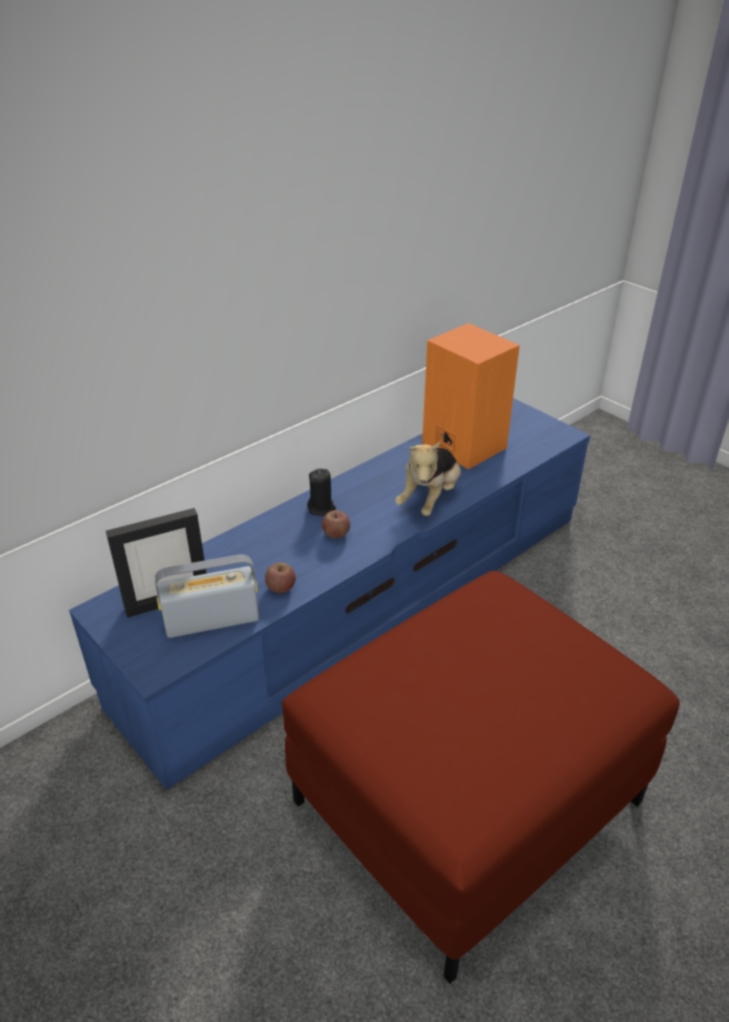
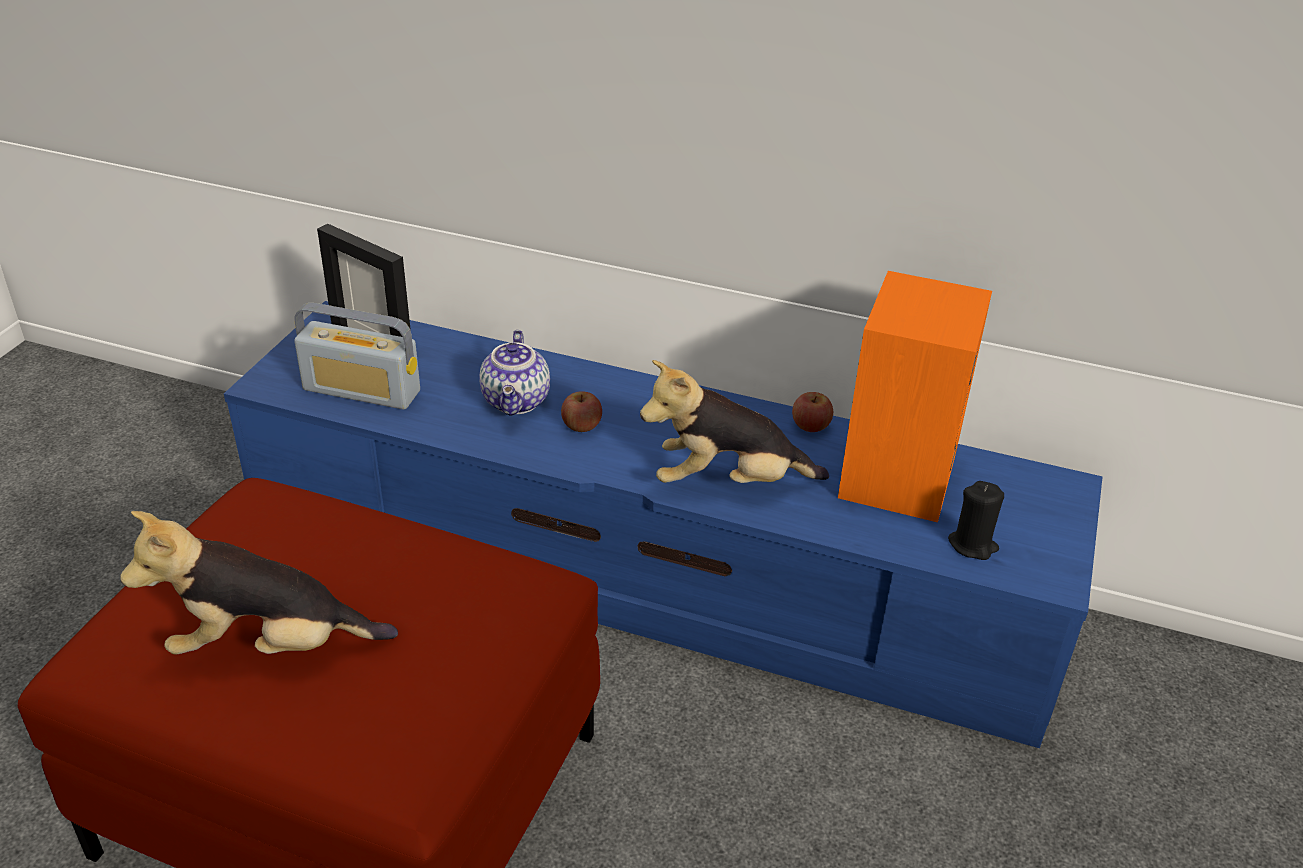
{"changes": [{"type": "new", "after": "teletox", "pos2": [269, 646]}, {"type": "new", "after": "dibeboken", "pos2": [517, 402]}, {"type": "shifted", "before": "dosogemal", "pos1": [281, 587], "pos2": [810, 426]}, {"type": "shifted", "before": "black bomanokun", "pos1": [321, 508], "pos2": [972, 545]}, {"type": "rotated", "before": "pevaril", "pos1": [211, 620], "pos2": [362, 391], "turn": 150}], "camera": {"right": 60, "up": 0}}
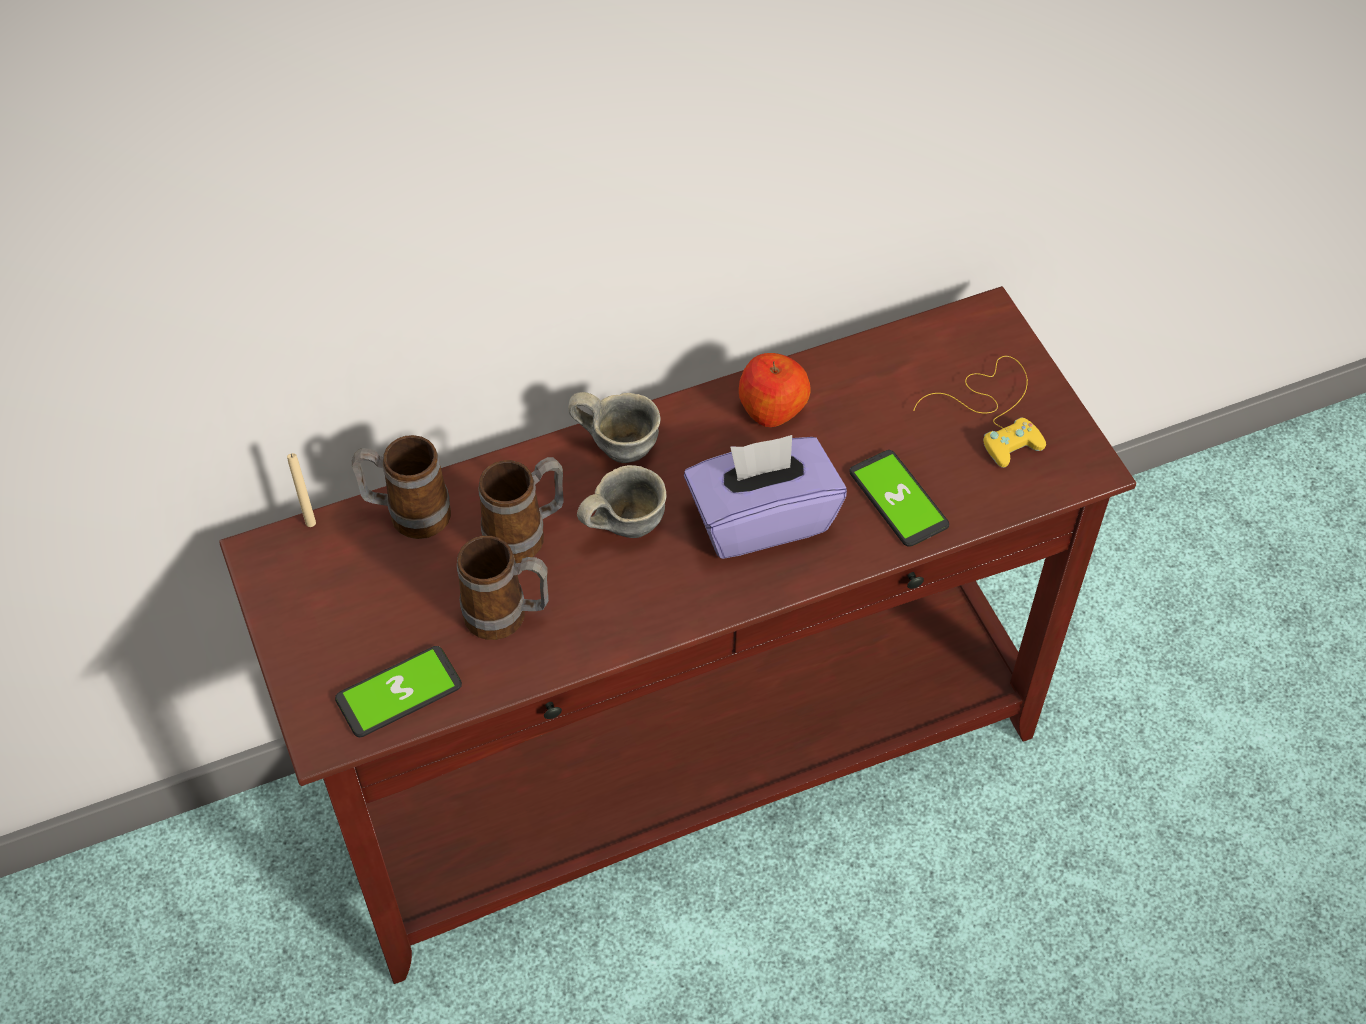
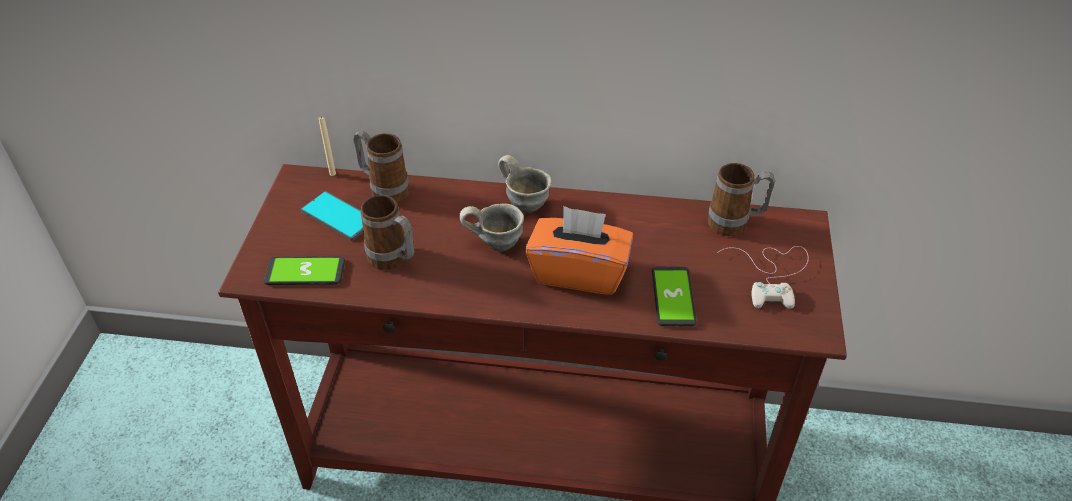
{"changes": [{"type": "gone", "before": "dosogemal", "pos1": [772, 407]}, {"type": "new", "after": "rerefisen", "pos2": [338, 216]}, {"type": "shifted", "before": "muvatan", "pos1": [526, 535], "pos2": [735, 224]}, {"type": "repainted", "before": "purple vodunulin", "after": "orange vodunulin", "pos1": [761, 518], "pos2": [579, 272]}, {"type": "repainted", "before": "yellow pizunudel", "after": "white pizunudel", "pos1": [993, 410], "pos2": [772, 274]}], "camera": {"right": 30, "up": -10}}
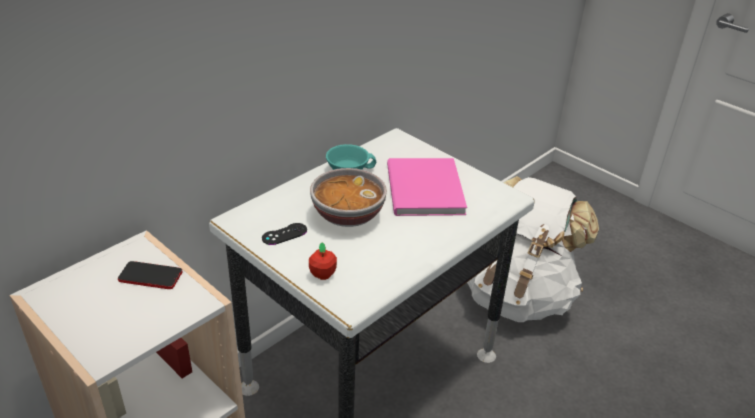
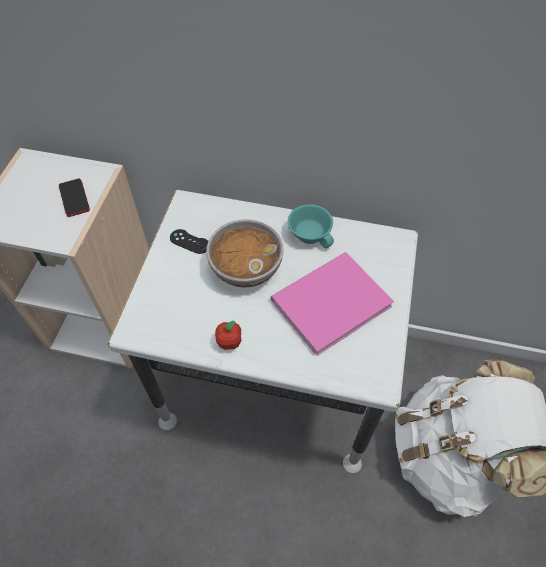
{"changes": [{"type": "shifted", "before": "dosogemal", "pos1": [322, 274], "pos2": [229, 342]}], "camera": {"right": 60, "up": 20}}
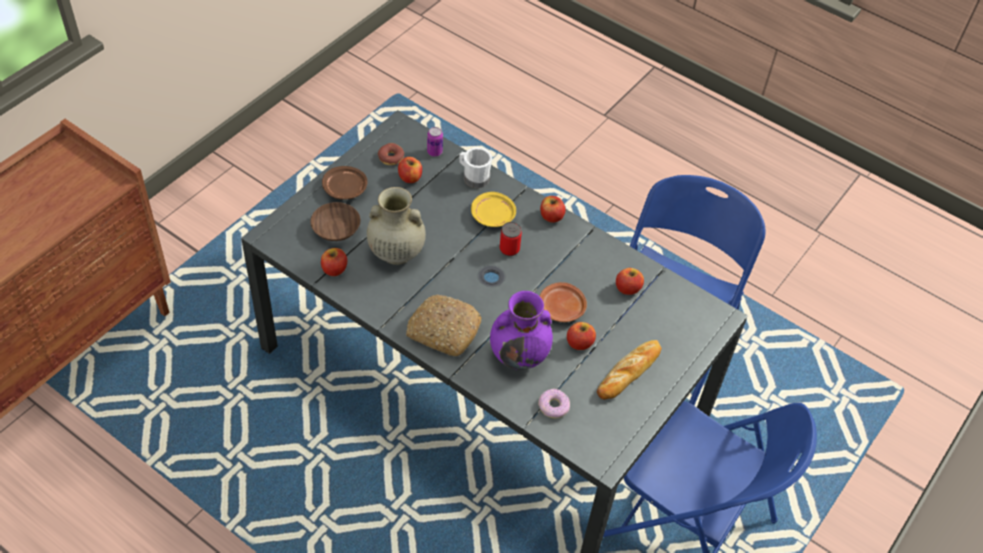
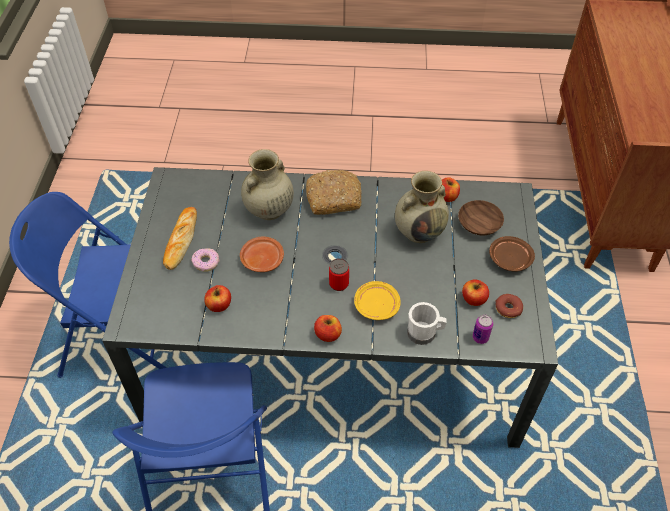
{"changes": [{"type": "gone", "before": "dosogemal", "pos1": [579, 343]}, {"type": "shifted", "before": "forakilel", "pos1": [553, 406], "pos2": [206, 262]}, {"type": "repainted", "before": "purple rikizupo", "after": "beige rikizupo", "pos1": [519, 355], "pos2": [268, 210]}], "camera": {"right": 150, "up": 0}}
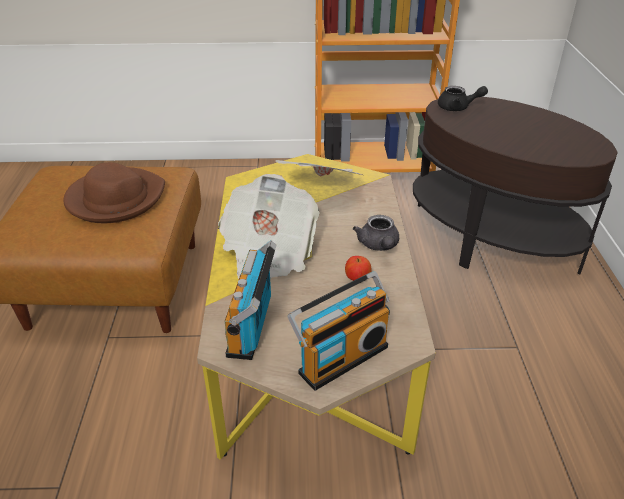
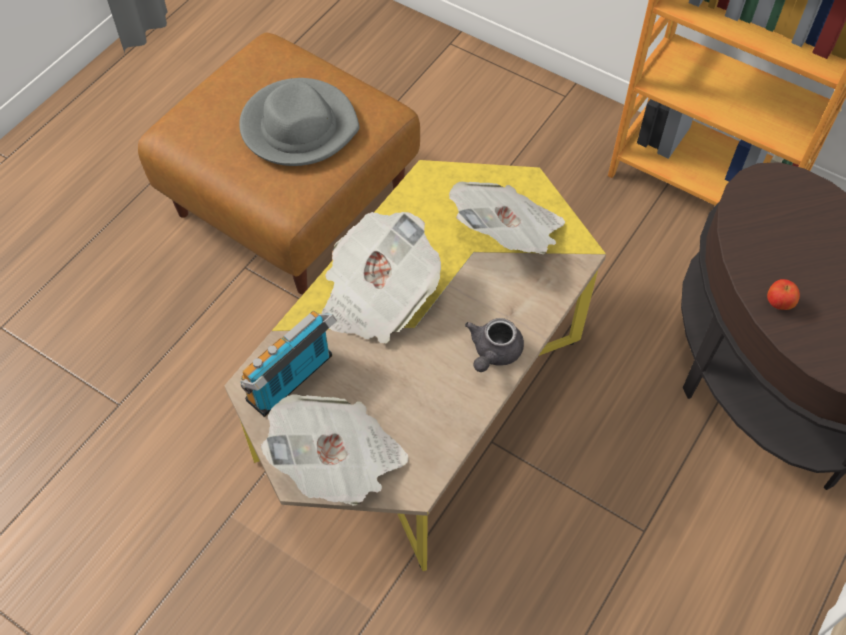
{"changes": [{"type": "gone", "before": "black dibeboken", "pos1": [457, 108]}, {"type": "shifted", "before": "dosogemal", "pos1": [357, 279], "pos2": [779, 303]}, {"type": "swapped", "before": "pevaril", "after": "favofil", "pos1": [341, 357], "pos2": [339, 462]}, {"type": "repainted", "before": "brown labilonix", "after": "grey labilonix", "pos1": [115, 199], "pos2": [299, 126]}], "camera": {"right": 35, "up": 20}}
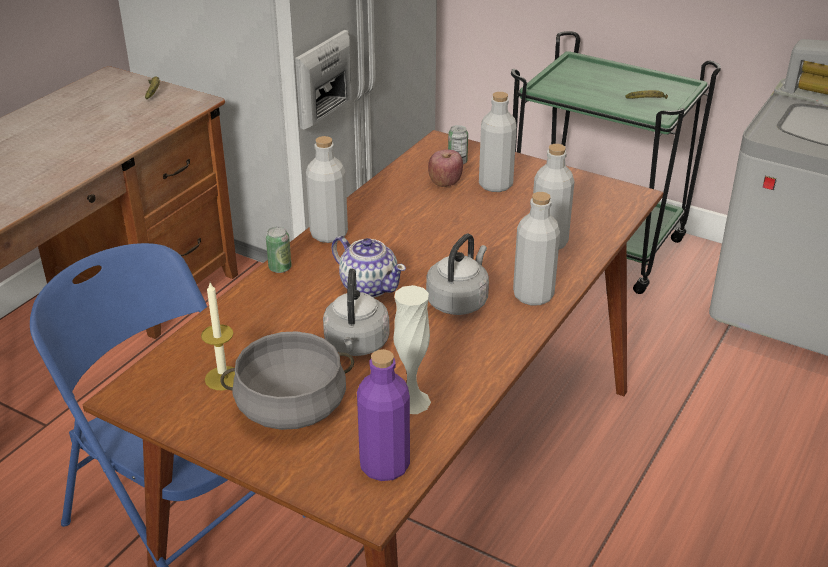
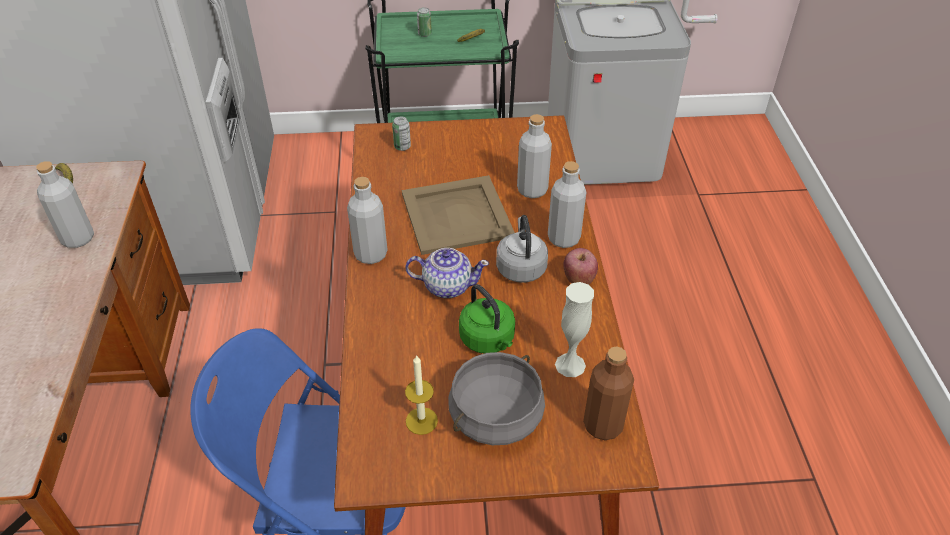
{"changes": [{"type": "new", "after": "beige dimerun", "pos2": [455, 214]}, {"type": "shifted", "before": "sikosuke", "pos1": [280, 268], "pos2": [424, 34]}, {"type": "shifted", "before": "dosogemal", "pos1": [445, 182], "pos2": [579, 279]}, {"type": "shifted", "before": "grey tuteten", "pos1": [495, 185], "pos2": [78, 238]}, {"type": "repainted", "before": "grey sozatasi", "after": "green sozatasi", "pos1": [356, 345], "pos2": [488, 340]}, {"type": "repainted", "before": "purple tuteten", "after": "brown tuteten", "pos1": [384, 466], "pos2": [603, 425]}], "camera": {"right": -35, "up": 10}}
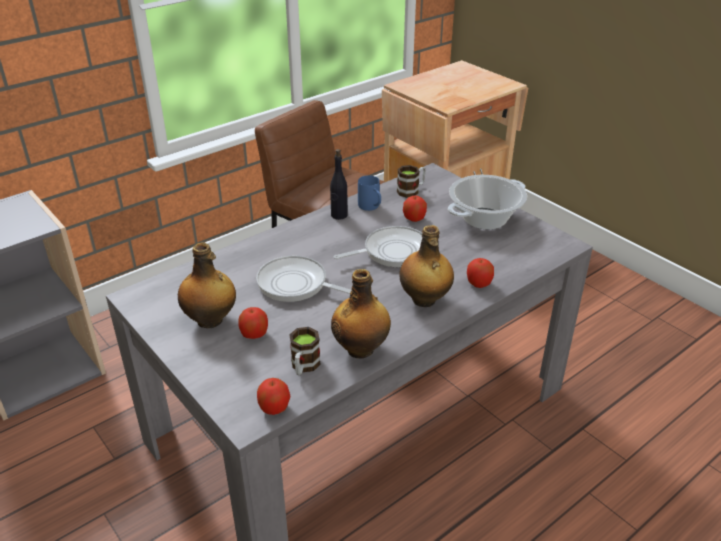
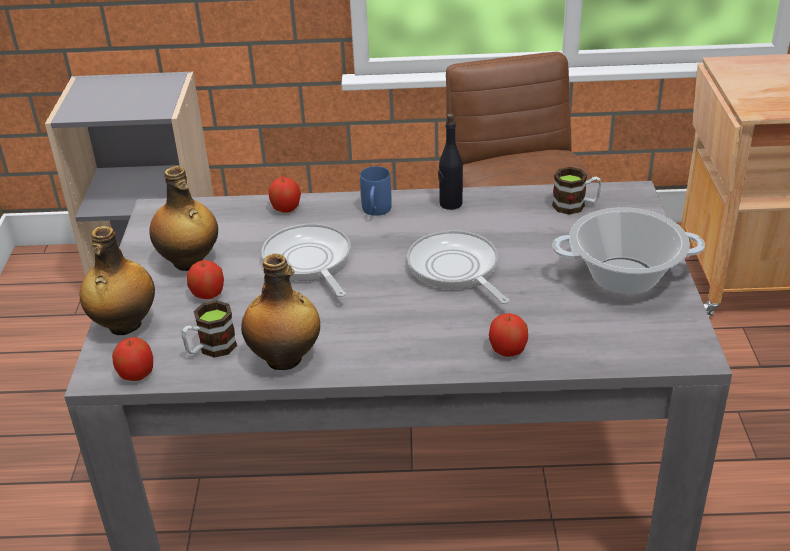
{"changes": [{"type": "shifted", "before": "blue muvatan", "pos1": [371, 207], "pos2": [375, 212]}, {"type": "shifted", "before": "tuteten", "pos1": [424, 300], "pos2": [124, 325]}, {"type": "shifted", "before": "dosogemal", "pos1": [414, 219], "pos2": [286, 209]}, {"type": "rotated", "before": "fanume", "pos1": [392, 252], "pos2": [455, 269], "turn": -135}], "camera": {"right": 40, "up": 0}}
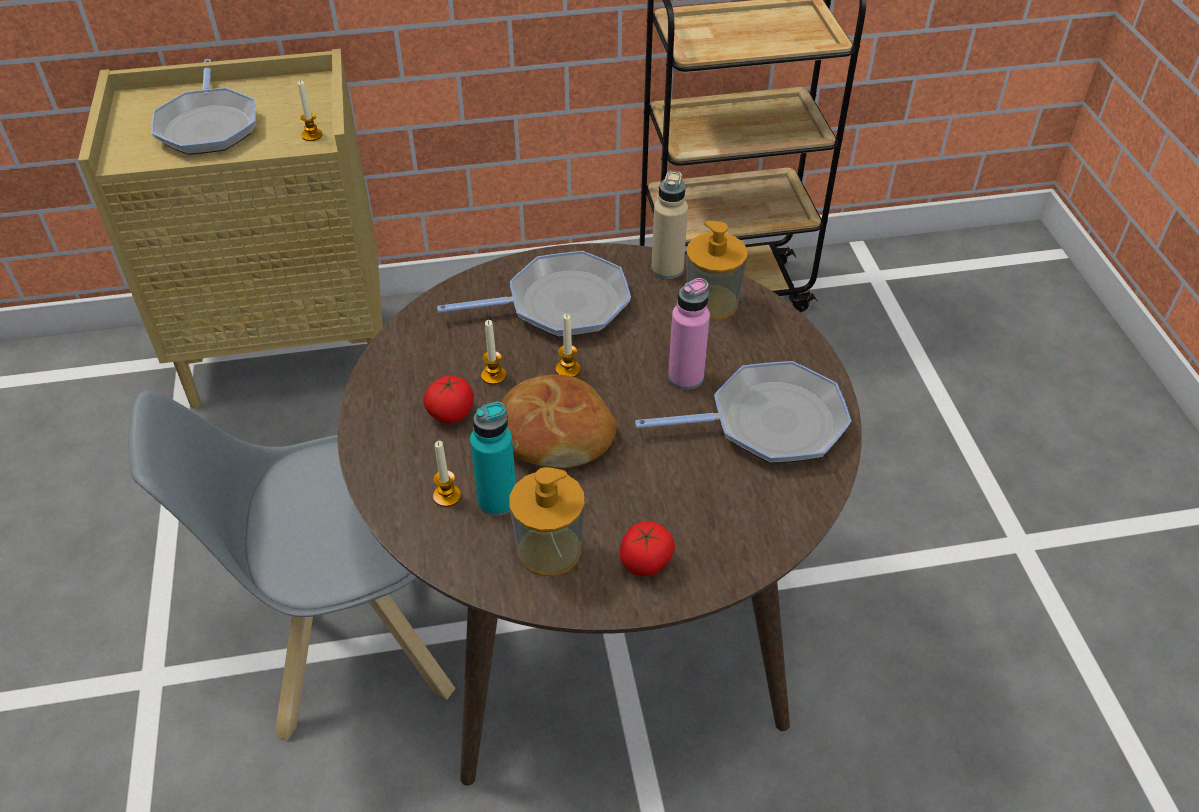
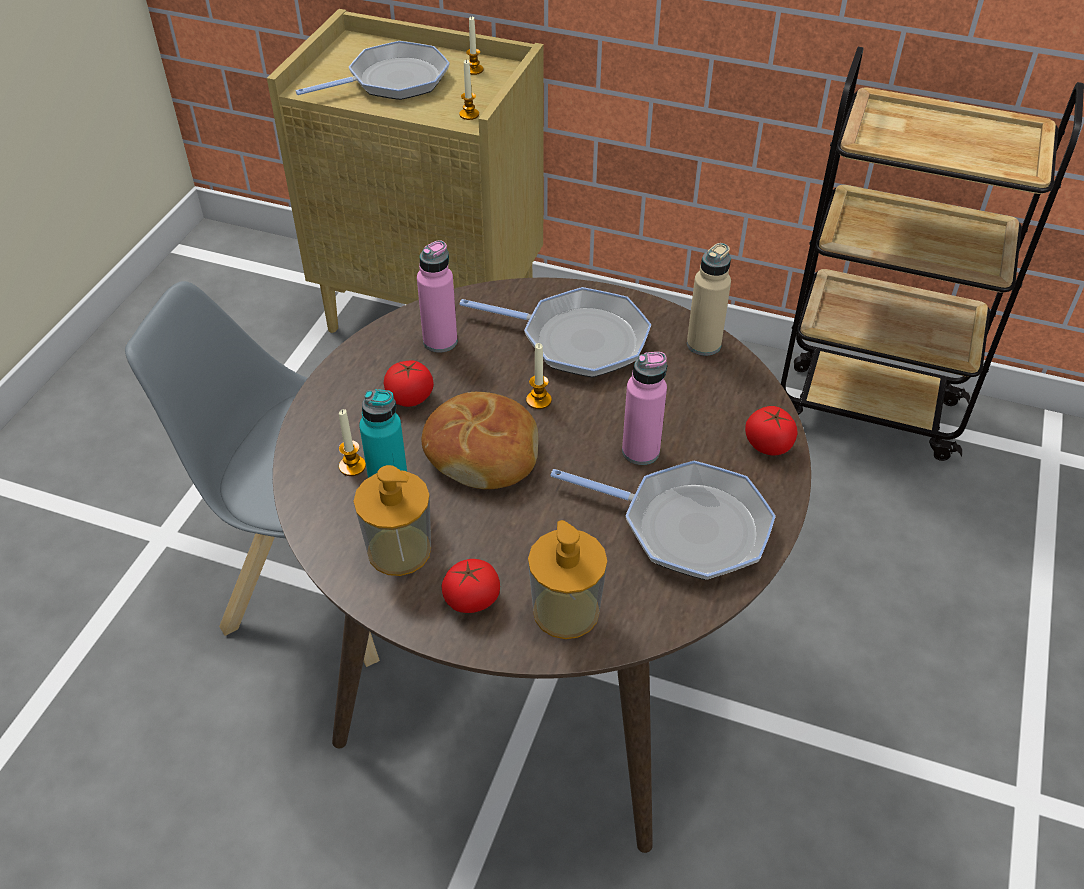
{"changes": [{"type": "new", "after": "pink tuteten", "pos2": [440, 341]}, {"type": "new", "after": "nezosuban", "pos2": [768, 445]}, {"type": "shifted", "before": "bomanokun", "pos1": [493, 375], "pos2": [474, 70]}, {"type": "shifted", "before": "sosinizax", "pos1": [711, 302], "pos2": [566, 611]}, {"type": "rotated", "before": "fanume", "pos1": [208, 125], "pos2": [393, 81], "turn": -135}], "camera": {"right": 30, "up": 0}}
